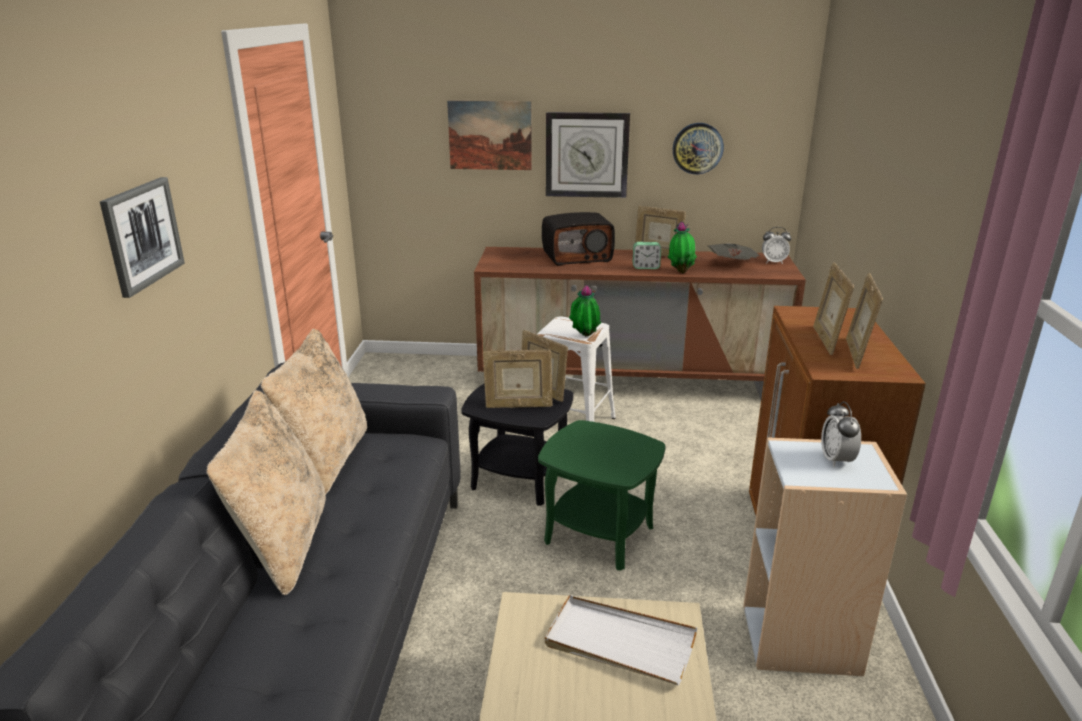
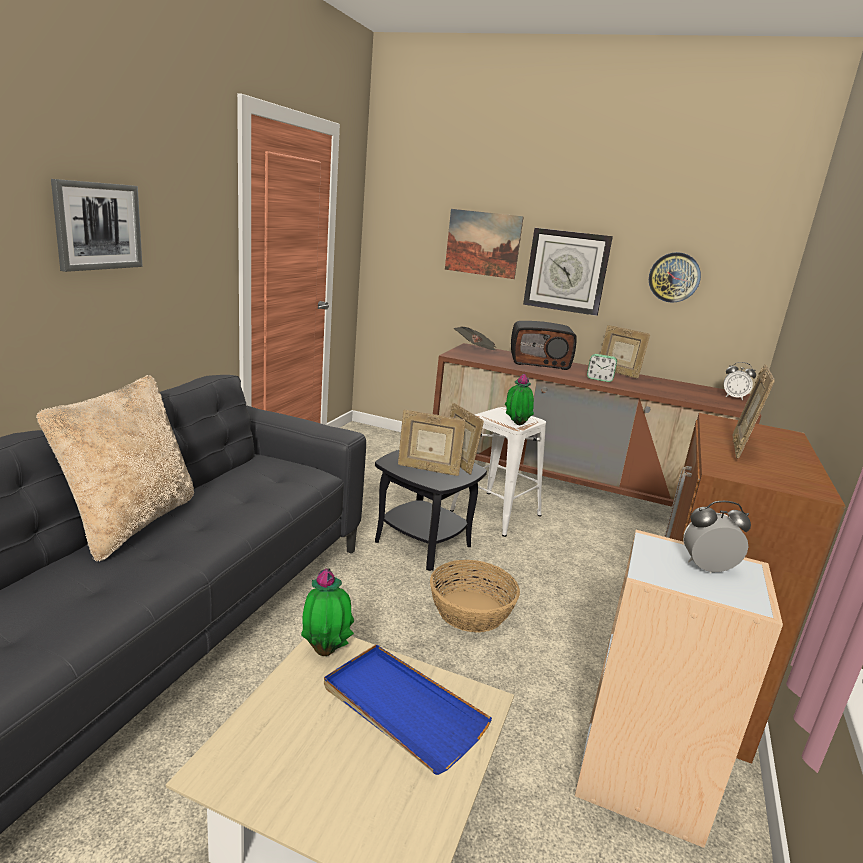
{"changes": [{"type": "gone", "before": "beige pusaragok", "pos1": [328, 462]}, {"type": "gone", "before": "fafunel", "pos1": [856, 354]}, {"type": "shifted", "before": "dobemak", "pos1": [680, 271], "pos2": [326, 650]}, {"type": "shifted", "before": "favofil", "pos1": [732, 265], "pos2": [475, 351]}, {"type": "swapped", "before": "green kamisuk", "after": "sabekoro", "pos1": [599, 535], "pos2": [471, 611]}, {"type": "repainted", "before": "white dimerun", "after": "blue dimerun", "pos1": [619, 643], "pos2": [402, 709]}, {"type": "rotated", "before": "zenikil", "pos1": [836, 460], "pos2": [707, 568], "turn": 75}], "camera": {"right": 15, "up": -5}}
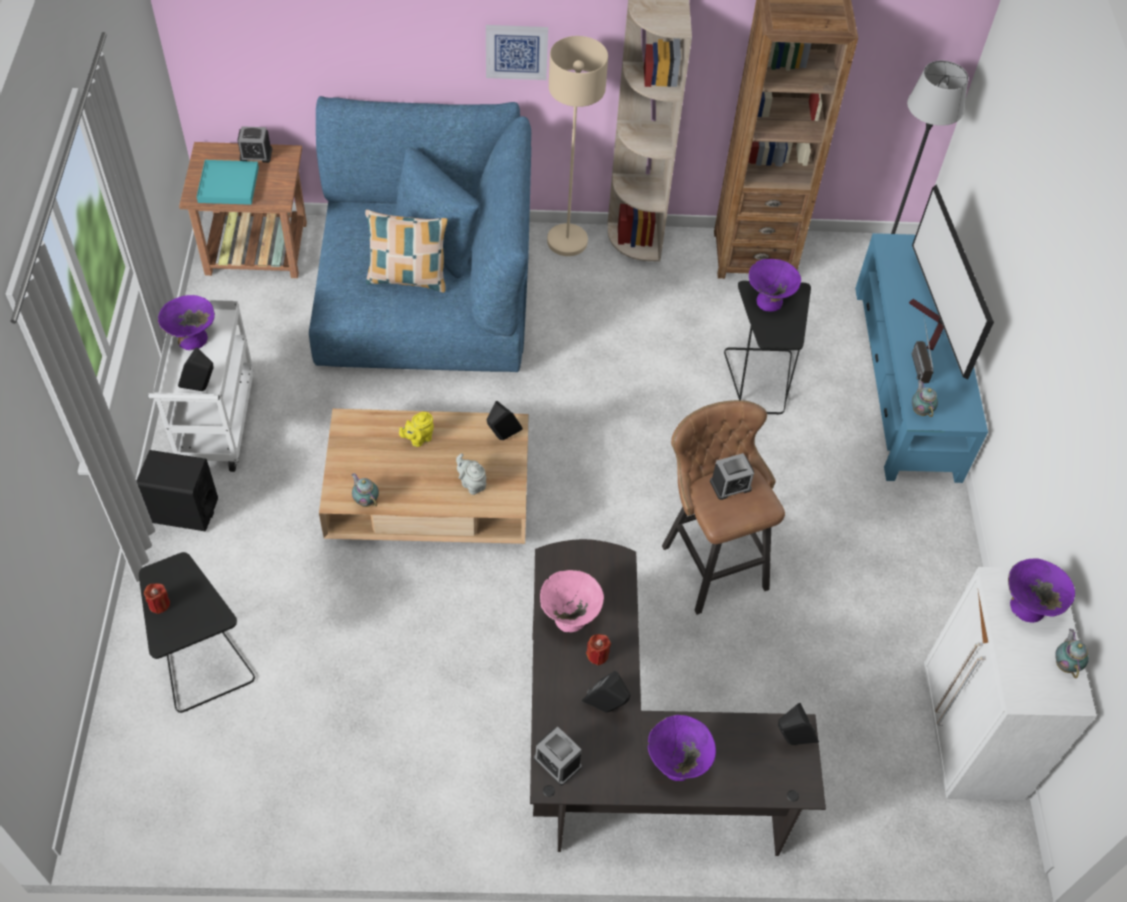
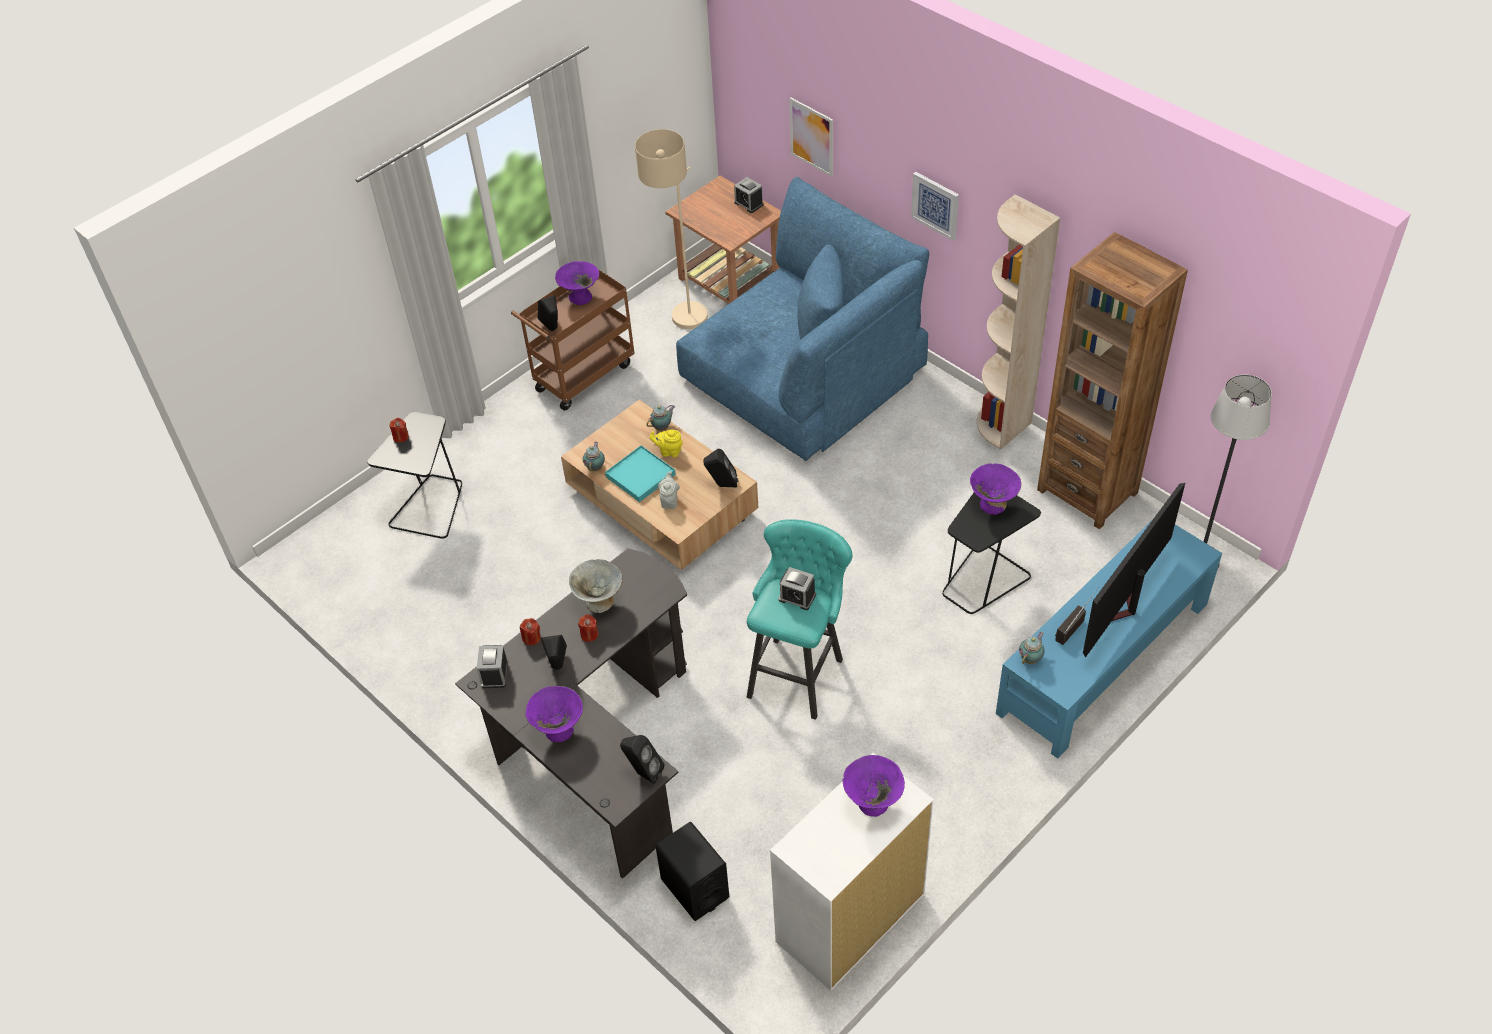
{"changes": [{"type": "gone", "before": "pusaragok", "pos1": [407, 279]}, {"type": "new", "after": "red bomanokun", "pos2": [531, 638]}, {"type": "new", "after": "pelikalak", "pos2": [812, 136]}, {"type": "shifted", "before": "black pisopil", "pos1": [184, 510], "pos2": [694, 888]}, {"type": "shifted", "before": "turquoise dimerun", "pos1": [228, 185], "pos2": [640, 476]}, {"type": "shifted", "before": "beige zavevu", "pos1": [567, 250], "pos2": [681, 322]}, {"type": "shifted", "before": "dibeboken", "pos1": [1065, 664], "pos2": [662, 427]}, {"type": "repainted", "before": "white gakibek", "after": "brown gakibek", "pos1": [218, 430], "pos2": [582, 379]}, {"type": "repainted", "before": "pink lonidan", "after": "grey lonidan", "pos1": [570, 617], "pos2": [599, 601]}, {"type": "repainted", "before": "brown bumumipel", "after": "turquoise bumumipel", "pos1": [709, 556], "pos2": [799, 668]}], "camera": {"right": 50, "up": -5}}
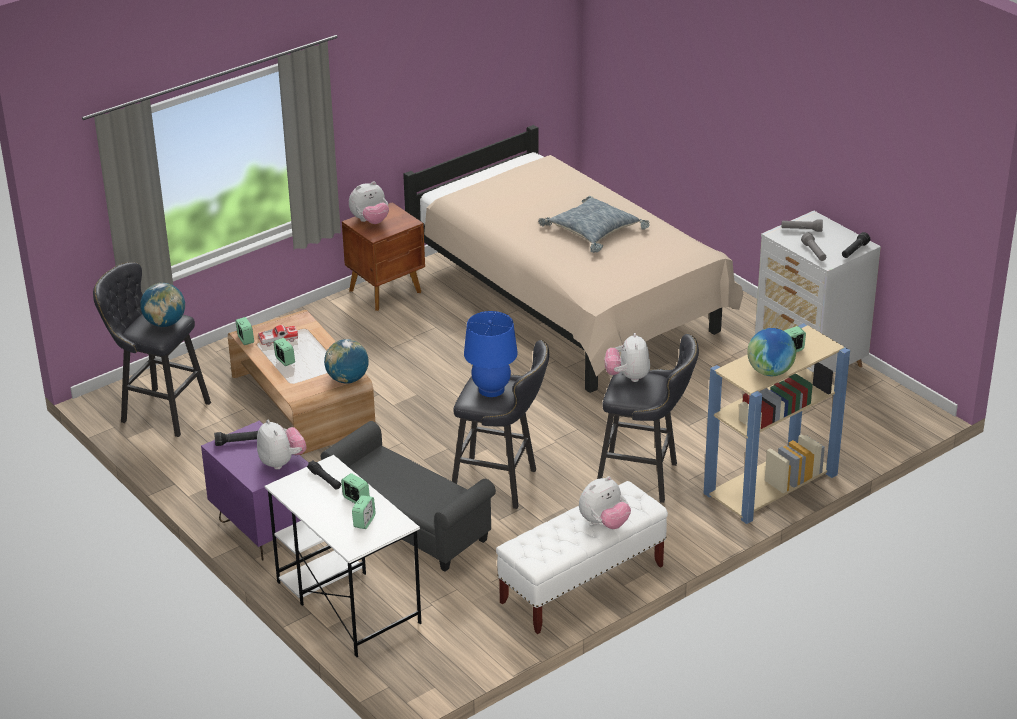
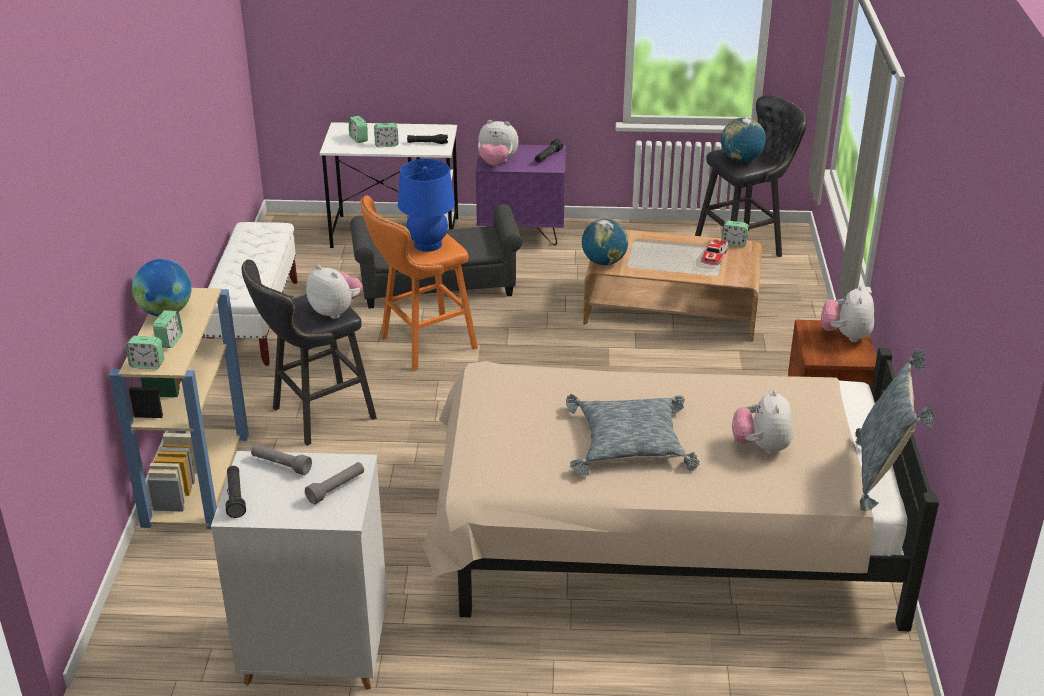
{"changes": [{"type": "new", "after": "pusaragok", "pos2": [883, 479]}, {"type": "shifted", "before": "zenikil", "pos1": [285, 360], "pos2": [147, 364]}, {"type": "shifted", "before": "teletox", "pos1": [604, 523], "pos2": [761, 447]}, {"type": "repainted", "before": "black bumumipel", "after": "orange bumumipel", "pos1": [504, 485], "pos2": [418, 346]}], "camera": {"right": 130, "up": 0}}
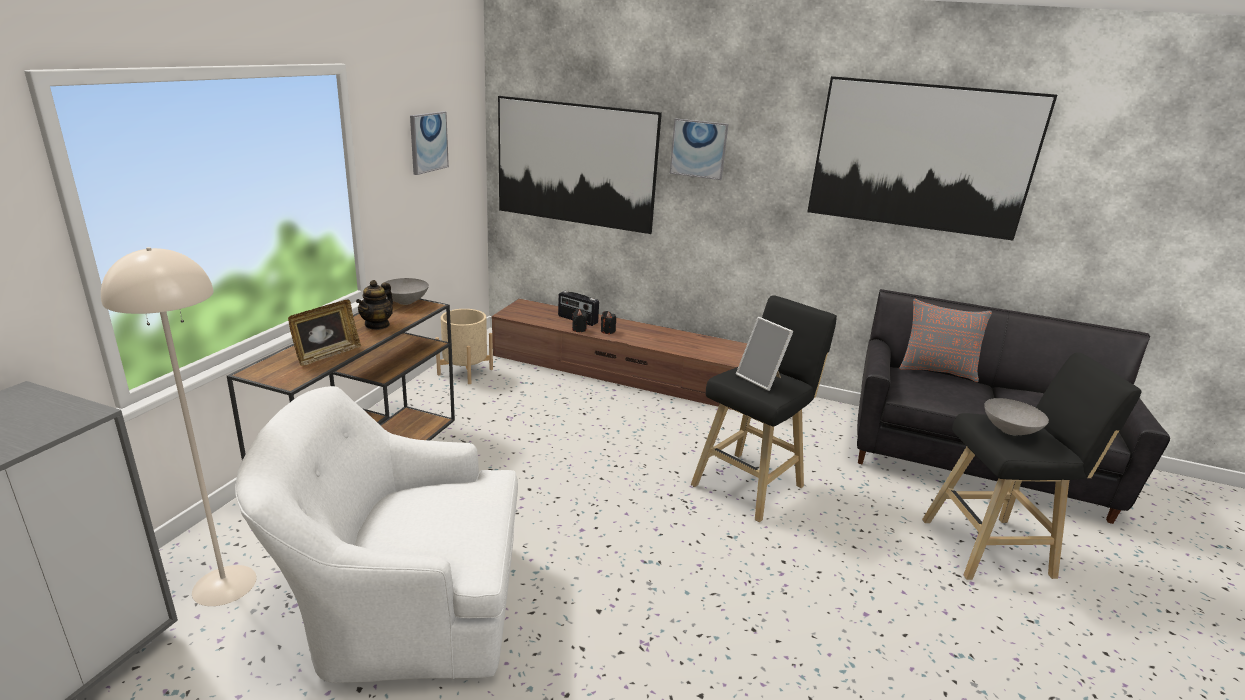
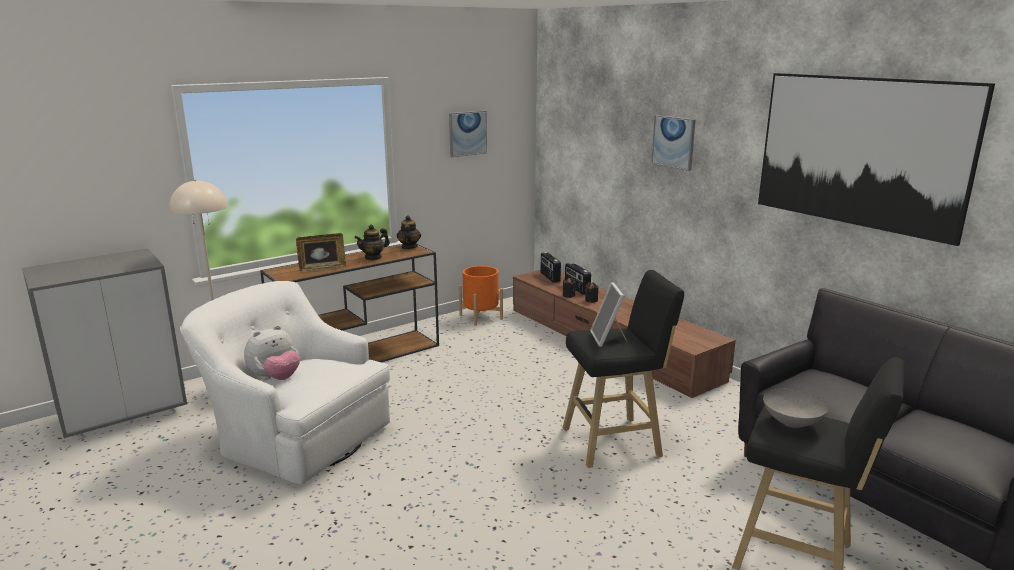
{"changes": [{"type": "gone", "before": "pelikalak", "pos1": [575, 164]}, {"type": "gone", "before": "grey pusaragok", "pos1": [937, 371]}, {"type": "new", "after": "teletox", "pos2": [275, 378]}, {"type": "new", "after": "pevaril", "pos2": [549, 277]}, {"type": "swapped", "before": "grey lonidan", "after": "dibeboken", "pos1": [405, 302], "pos2": [409, 247]}, {"type": "repainted", "before": "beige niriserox", "after": "orange niriserox", "pos1": [465, 372], "pos2": [481, 317]}], "camera": {"right": 35, "up": -5}}
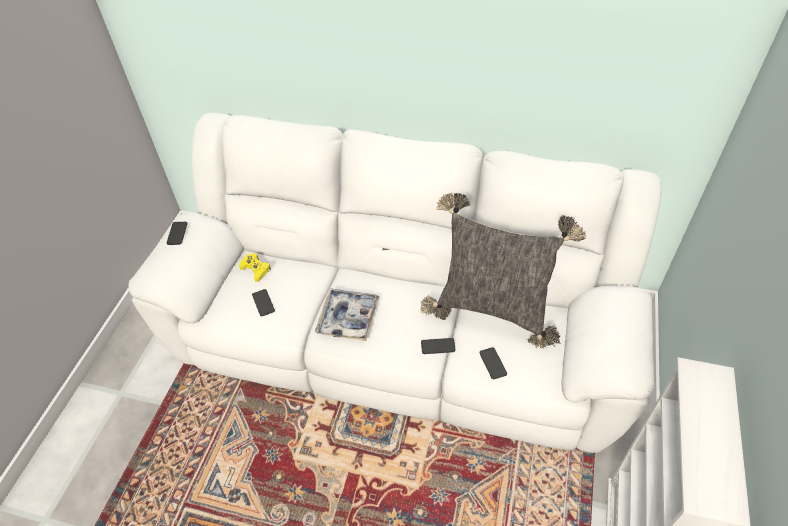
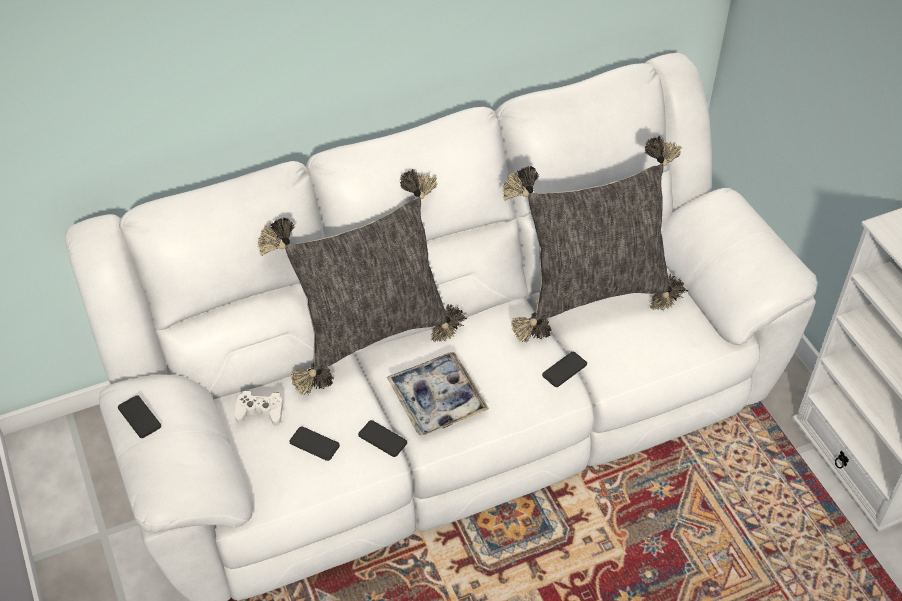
{"changes": [{"type": "new", "after": "pusaragok", "pos2": [370, 342]}, {"type": "shifted", "before": "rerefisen", "pos1": [493, 363], "pos2": [382, 439]}, {"type": "repainted", "before": "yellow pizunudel", "after": "white pizunudel", "pos1": [255, 269], "pos2": [260, 412]}], "camera": {"right": -40, "up": 0}}
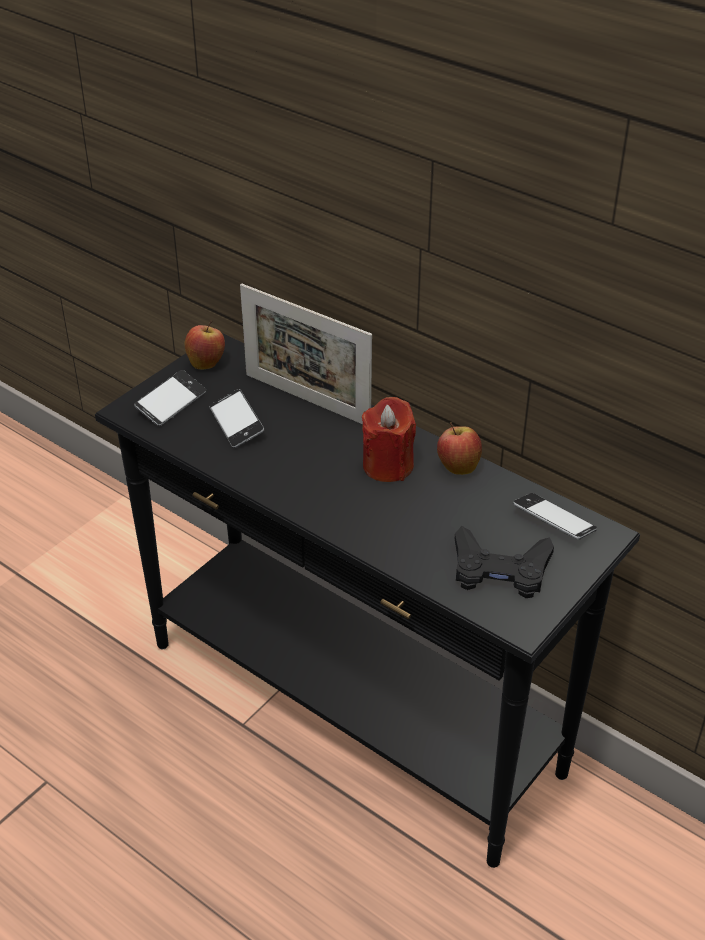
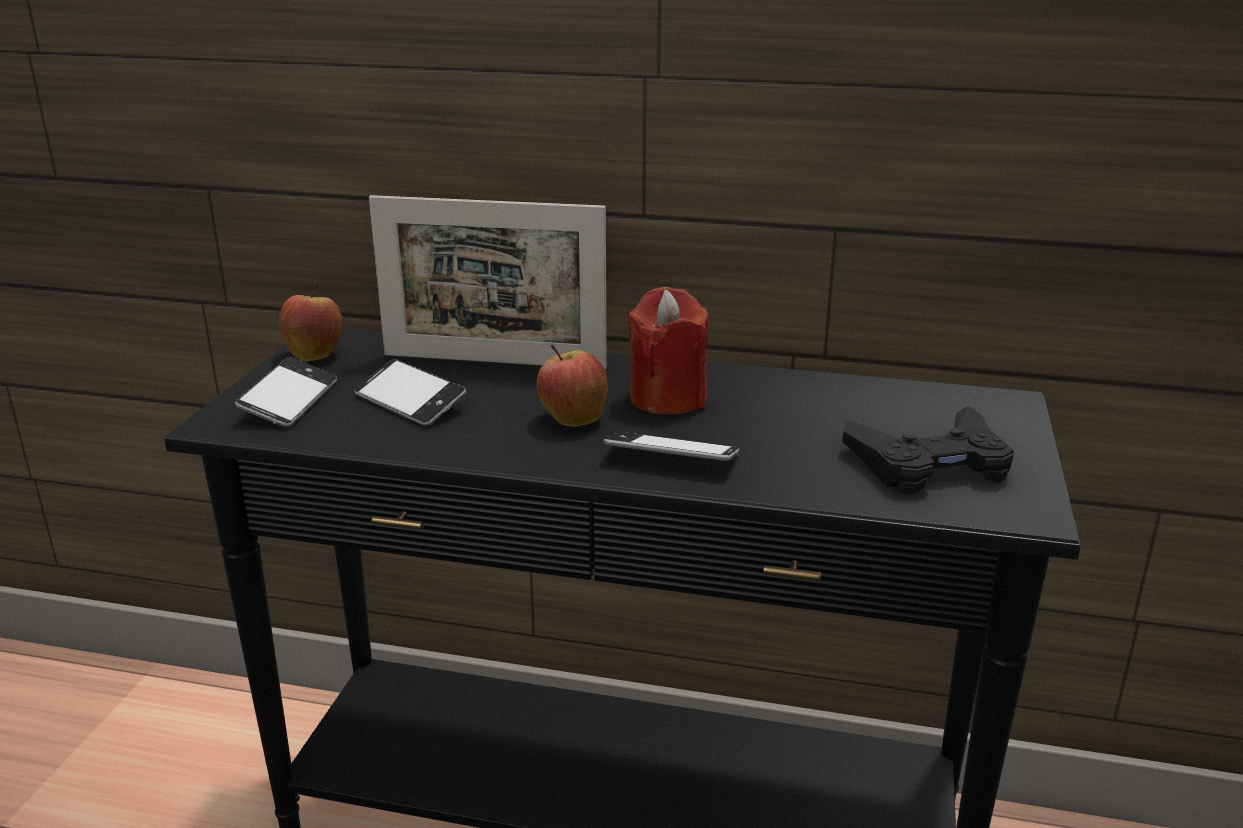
{"changes": [{"type": "shifted", "before": "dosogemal", "pos1": [458, 467], "pos2": [572, 419]}, {"type": "shifted", "before": "rerefisen", "pos1": [553, 521], "pos2": [671, 457]}], "camera": {"right": -25, "up": -15}}
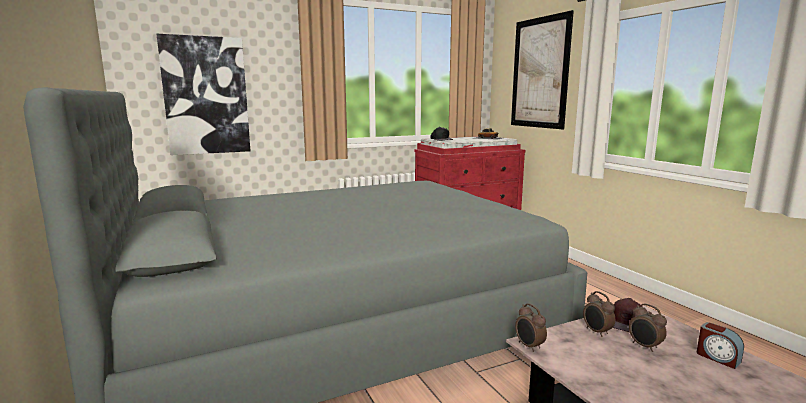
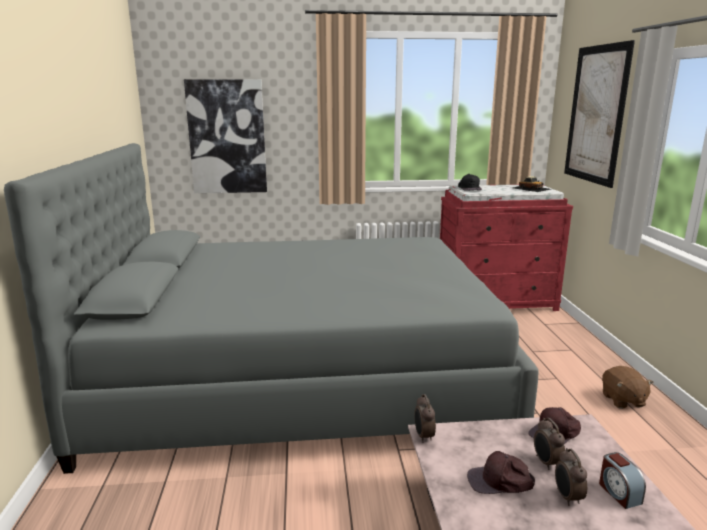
{"changes": [{"type": "new", "after": "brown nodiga", "pos2": [500, 481]}, {"type": "new", "after": "brown teletox", "pos2": [622, 400]}, {"type": "shifted", "before": "zenikil", "pos1": [596, 332], "pos2": [567, 497]}], "camera": {"right": 20, "up": 5}}
